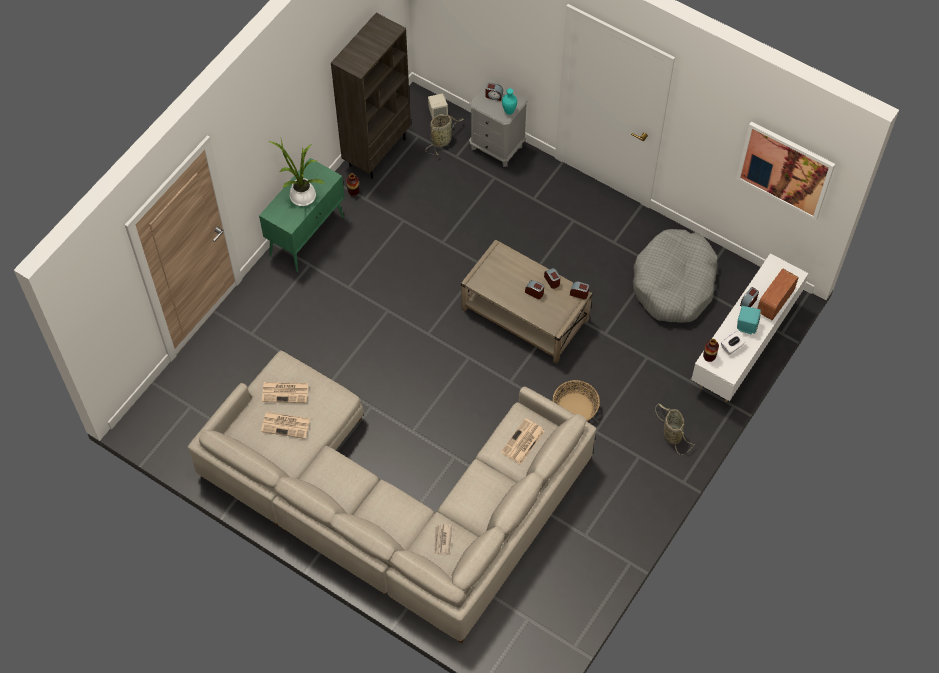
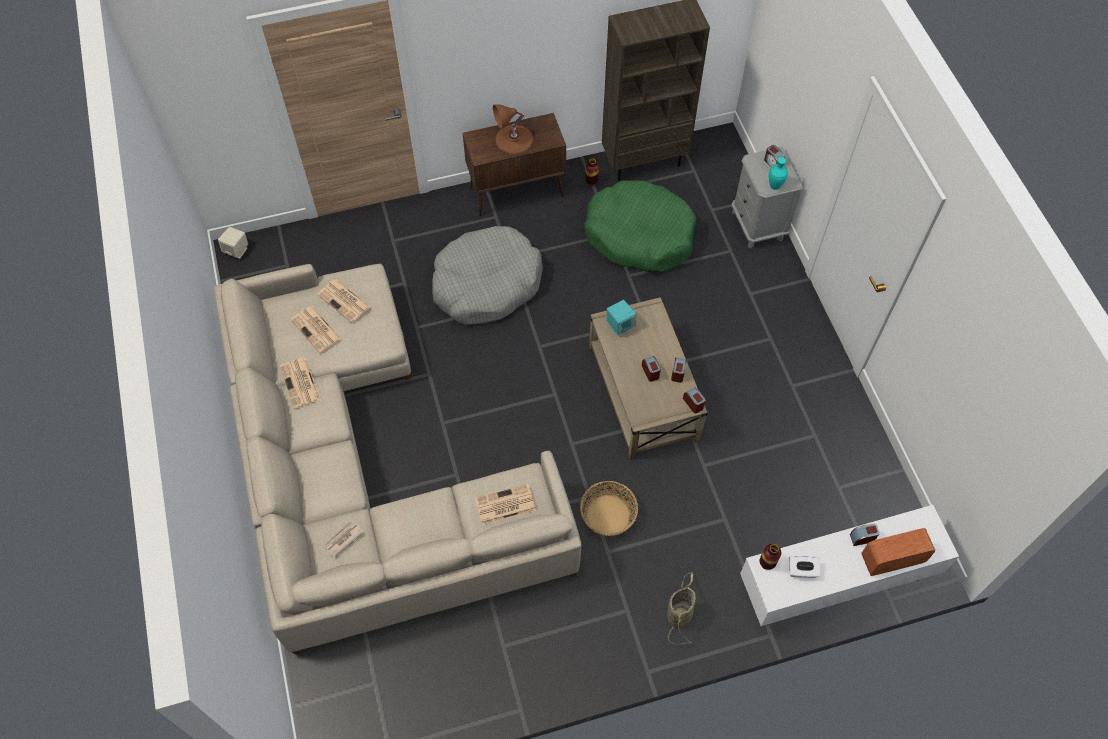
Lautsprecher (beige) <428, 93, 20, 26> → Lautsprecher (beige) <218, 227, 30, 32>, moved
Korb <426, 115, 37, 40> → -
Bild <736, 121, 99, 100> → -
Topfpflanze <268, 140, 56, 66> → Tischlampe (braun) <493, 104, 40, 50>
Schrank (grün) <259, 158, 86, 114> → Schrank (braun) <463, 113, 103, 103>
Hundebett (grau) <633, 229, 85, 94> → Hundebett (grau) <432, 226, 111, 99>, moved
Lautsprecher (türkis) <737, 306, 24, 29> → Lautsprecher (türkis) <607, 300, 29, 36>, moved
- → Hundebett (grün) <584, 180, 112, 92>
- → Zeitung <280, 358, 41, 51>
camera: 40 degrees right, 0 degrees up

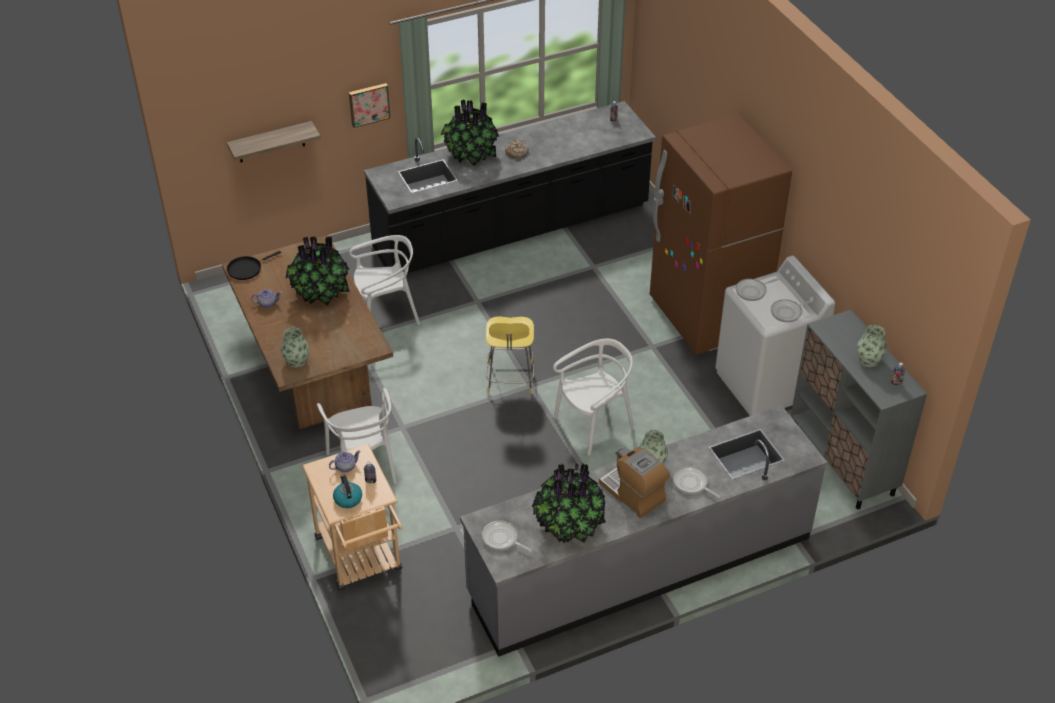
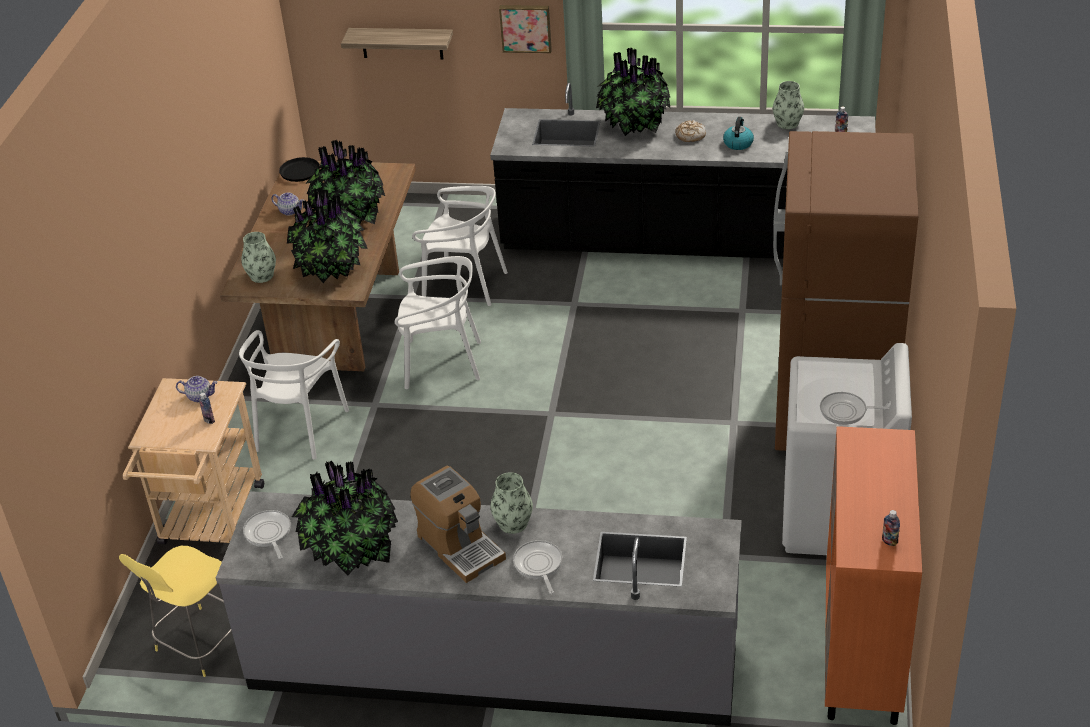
Pfanne <736, 278, 43, 23> → -
Schrank (grau) <791, 310, 136, 199> → Schrank (orange) <825, 426, 97, 299>
Hocker (gelb) <486, 316, 49, 77> → Hocker (gelb) <119, 546, 113, 131>, moved
Vase <857, 325, 30, 42> → Vase <773, 81, 31, 48>, moved
Stuhl (weiß) <553, 339, 81, 116> → Stuhl (weiß) <395, 256, 86, 133>, moved
Kaffeemaschine <599, 447, 71, 71> → Kaffeemaschine <410, 465, 96, 118>, 150 degrees clockwise
Wasserkessel <333, 475, 29, 33> → Wasserkessel <723, 117, 31, 33>, moved
- → Topfpflanze <287, 188, 81, 95>
camera: 35 degrees right, 5 degrees down

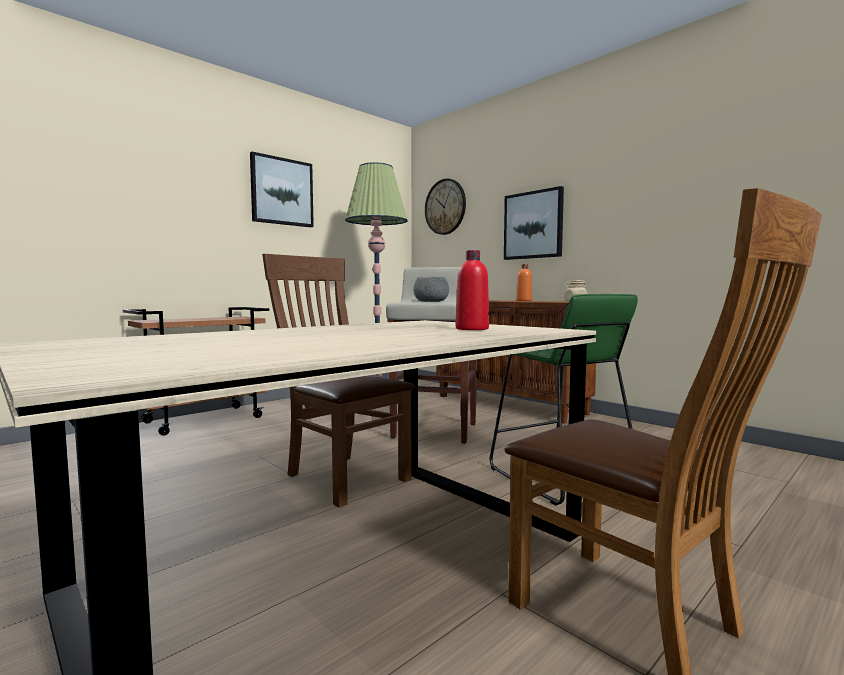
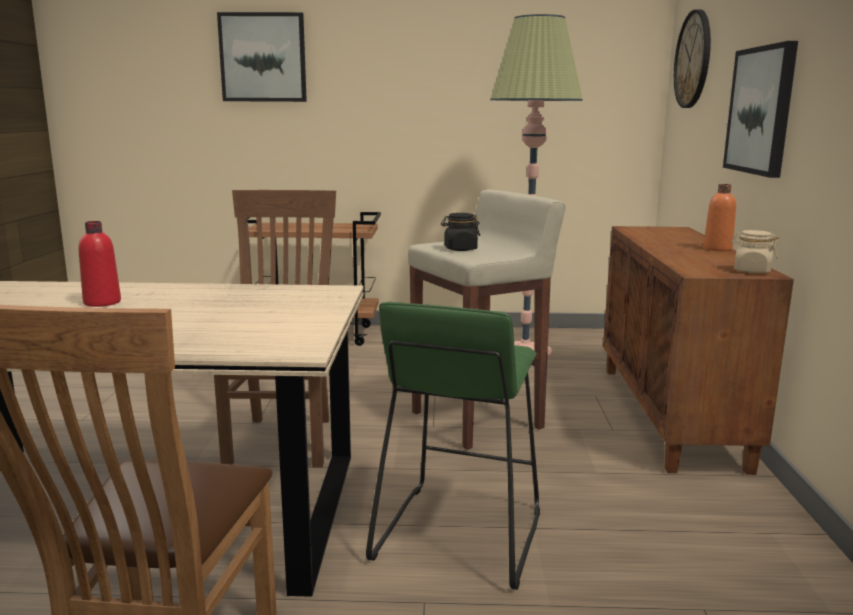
Bild <250, 152, 64, 75> → Bild <217, 12, 90, 90>, moved
Flasche (rot) <456, 250, 33, 80> → Flasche (rot) <78, 221, 43, 86>, moved
Schüssel (grau) <413, 276, 36, 26> → Vorratsglas (schwarz) <441, 213, 39, 38>
camera: 45 degrees right, 10 degrees up

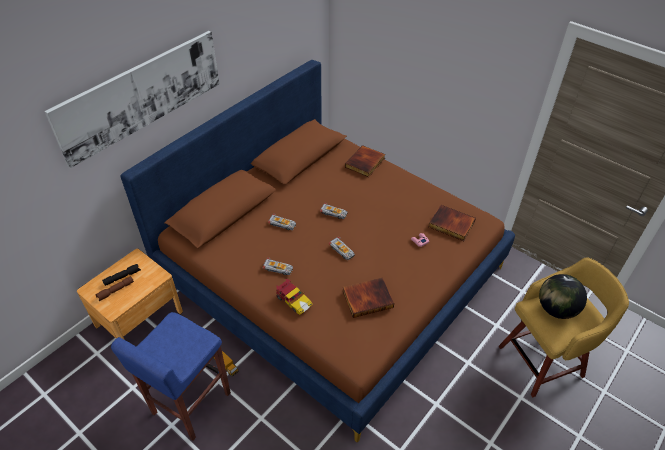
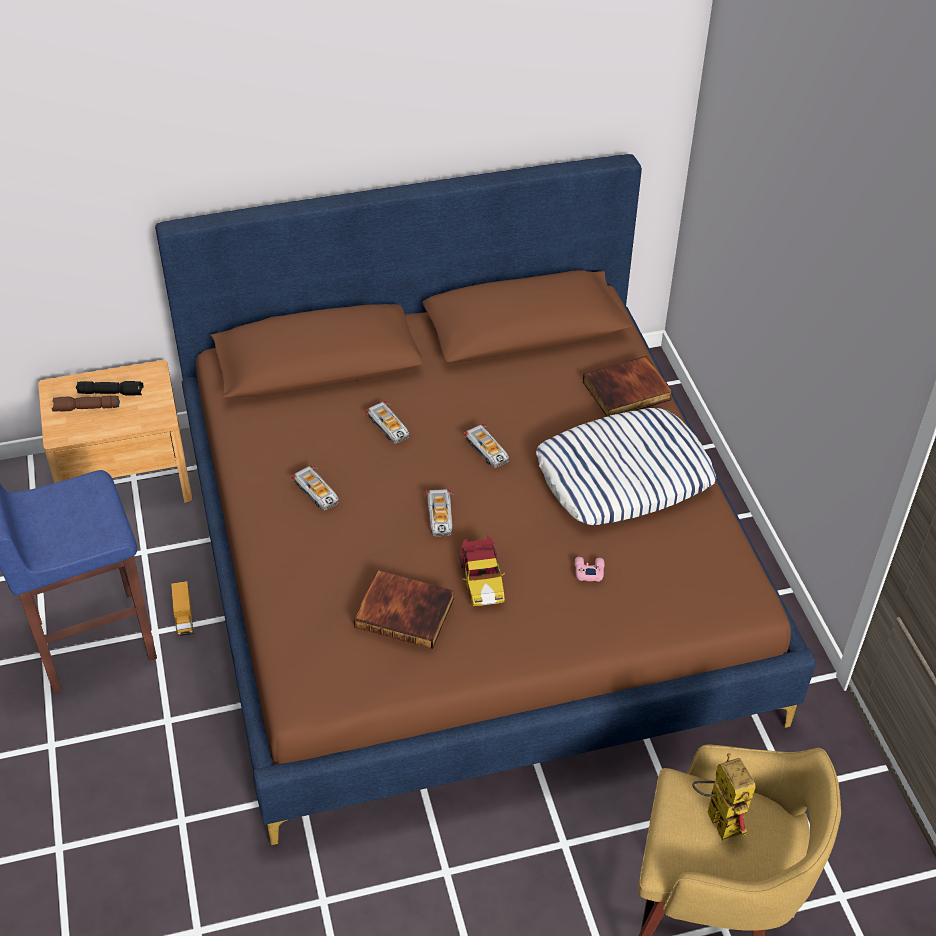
Bild <45, 31, 175, 137> → -
Buch <429, 205, 47, 36> → -
Globus <539, 274, 48, 45> → Spielzeugroboter <692, 753, 63, 88>
Spielzeugauto <276, 279, 37, 36> → Spielzeugauto <460, 536, 45, 70>, moved
- → Kissen <536, 408, 180, 117>
camera: 35 degrees right, 0 degrees up

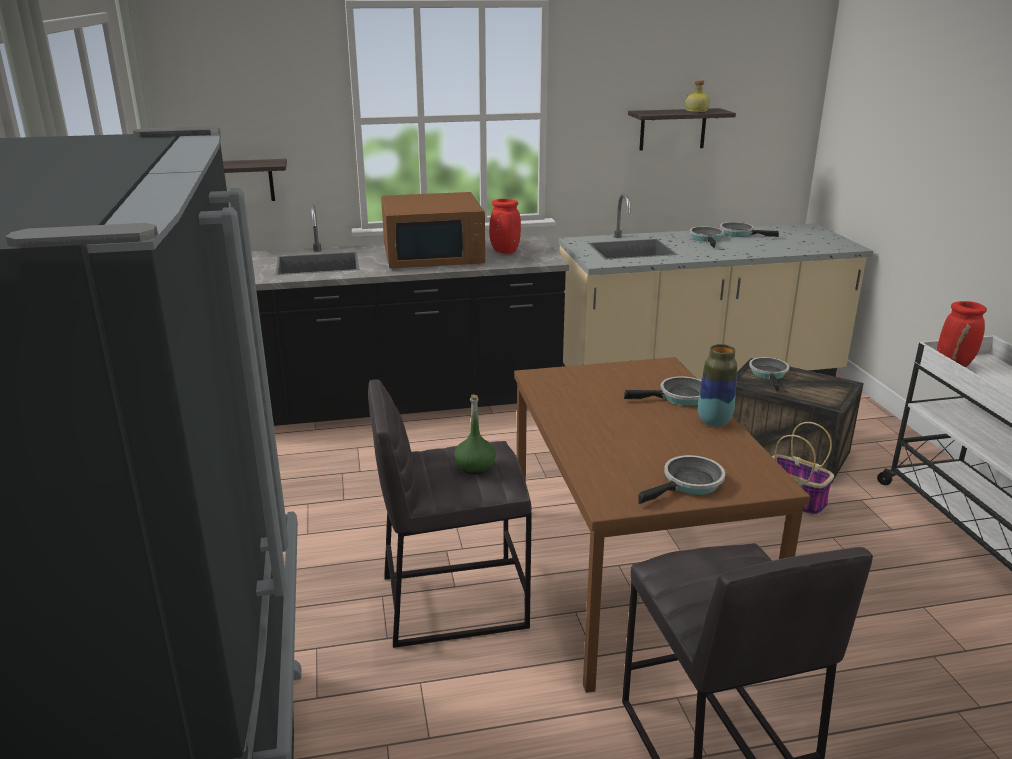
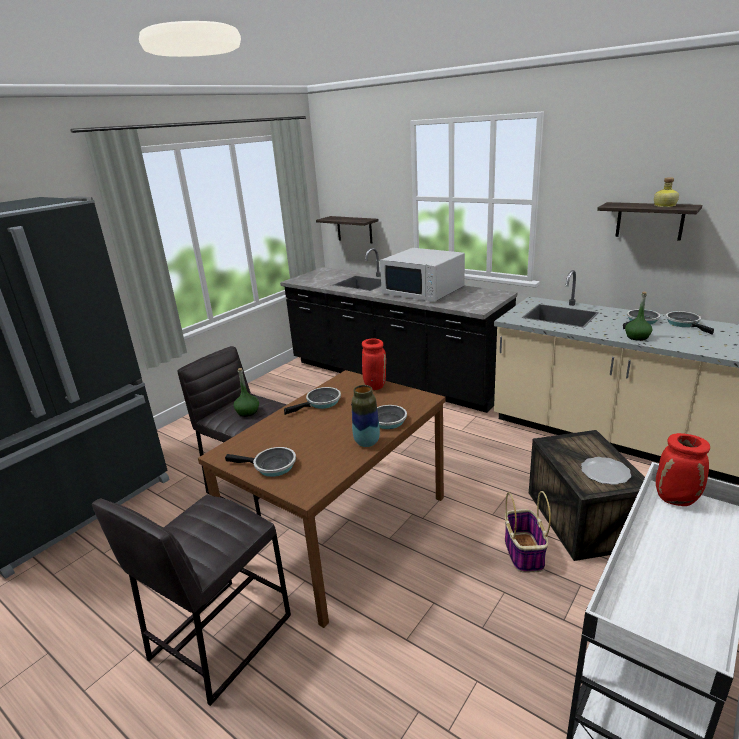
Mikrowelle (braun) <381, 192, 104, 77> → Mikrowelle (weiß) <380, 248, 85, 54>
Vase (rot) <489, 199, 32, 55> → Vase (rot) <362, 338, 24, 52>, moved
Pfanne <749, 357, 40, 35> → Pfanne <284, 387, 57, 28>, moved
- → Flasche (grün) <625, 292, 28, 49>
- → Teller <581, 457, 50, 28>
camera: 50 degrees right, 0 degrees up

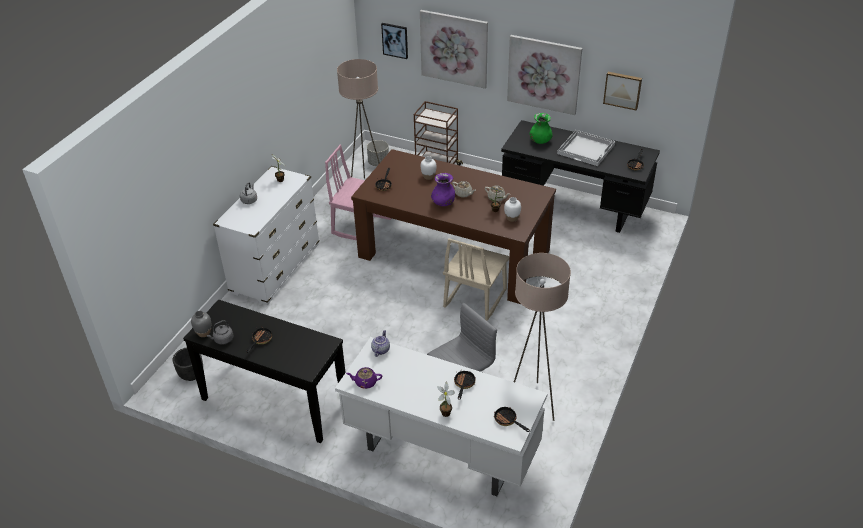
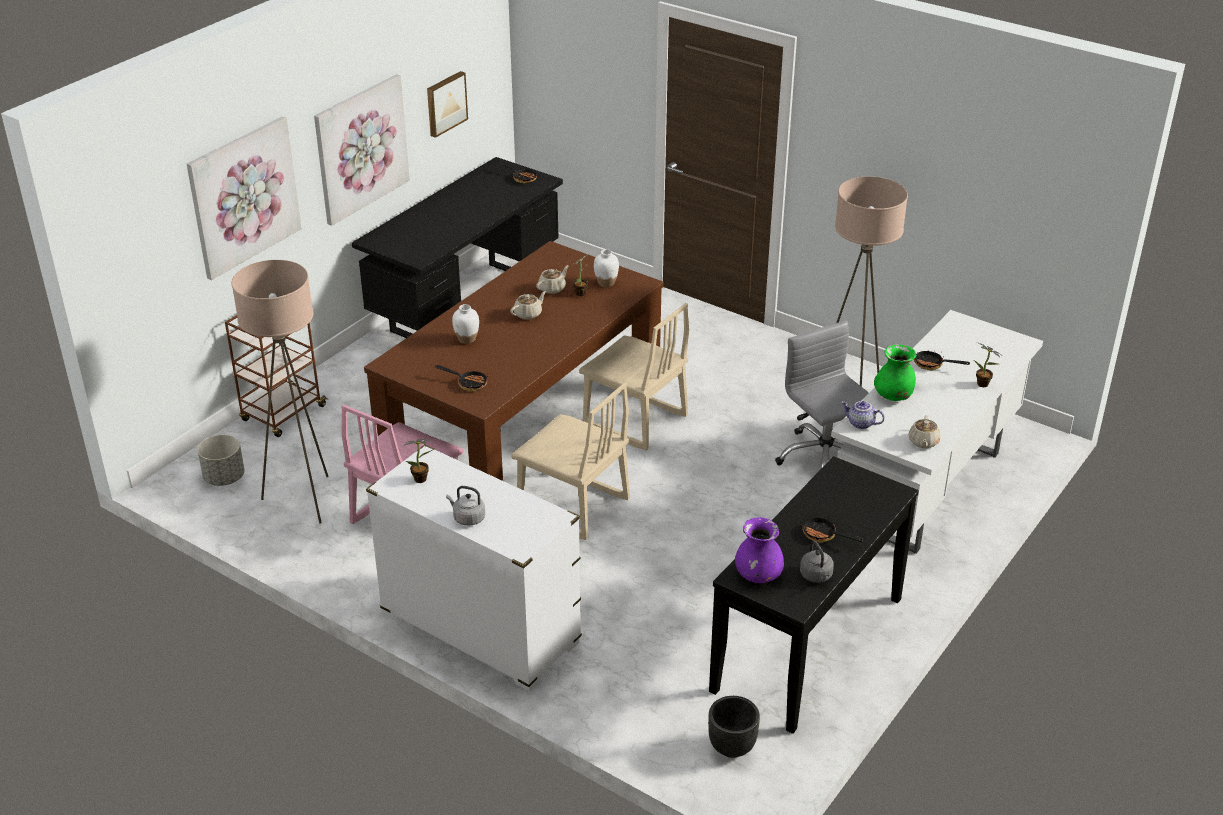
Bild <381, 23, 27, 36> → -
Vase (grün) <530, 113, 22, 31> → Vase (grün) <874, 344, 42, 57>, moved
Tablett (weiß) <557, 130, 58, 36> → -
Vase (lila) <431, 173, 24, 33> → Vase (lila) <735, 517, 49, 66>, moved
Vase (grau) <191, 311, 20, 26> → -
Teekanne (lila) <346, 367, 36, 22> → Teekanne (beige) <908, 415, 33, 33>
Pfanne <494, 407, 36, 25> → -
- → Stuhl (beige) <511, 382, 119, 158>
camera: 80 degrees left, 5 degrees down

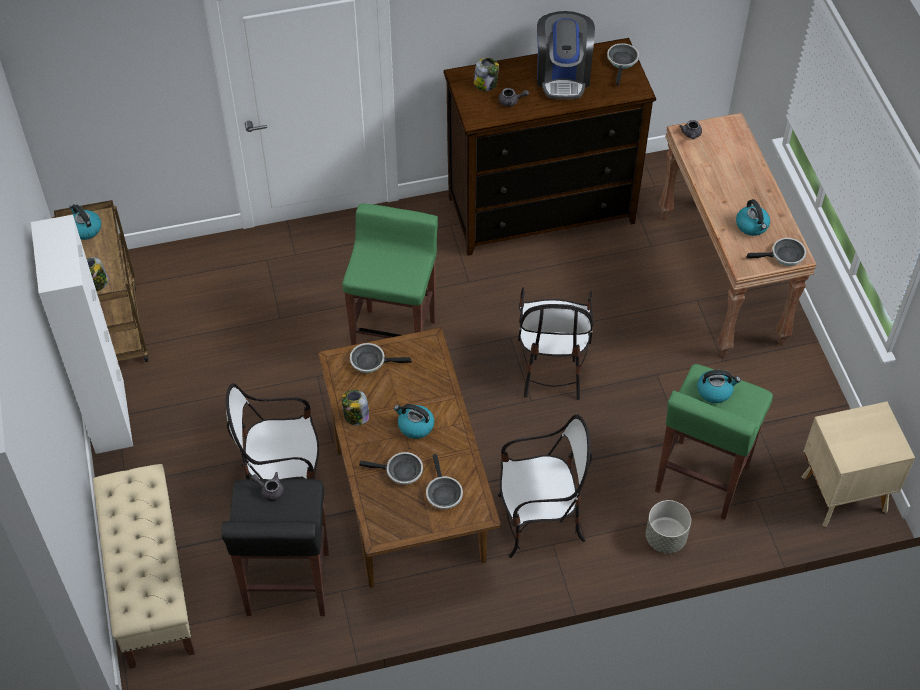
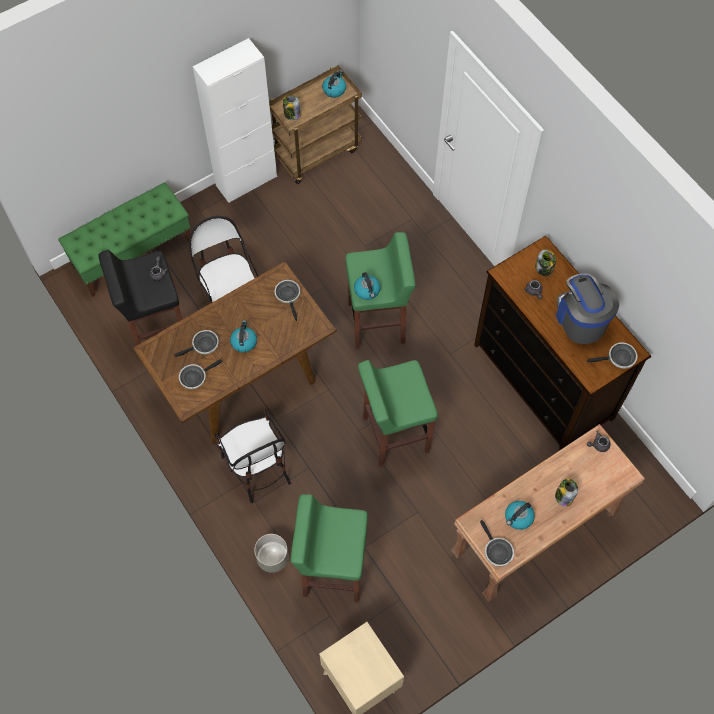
Kaffeemaschine <537, 11, 58, 88> → Kaffeemaschine <556, 273, 63, 71>, 90 degrees clockwise
Stuhl <518, 287, 76, 113> → Hocker (grün) <358, 360, 80, 107>
Wasserkessel <697, 370, 44, 33> → Wasserkessel <354, 272, 26, 28>, moved
Vorratsglas <342, 390, 28, 35> → Vorratsglas <555, 479, 23, 28>, moved
Pfanne <359, 452, 64, 32> → Pfanne <174, 330, 45, 27>, 105 degrees counterclockwise
Bank (beige) <93, 464, 102, 205> → Bank (grün) <58, 182, 133, 115>
camera: 70 degrees right, 10 degrees up

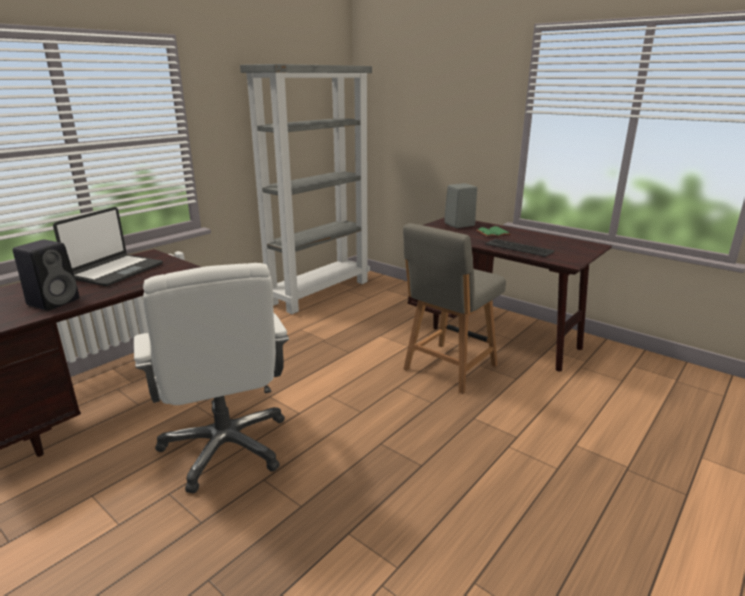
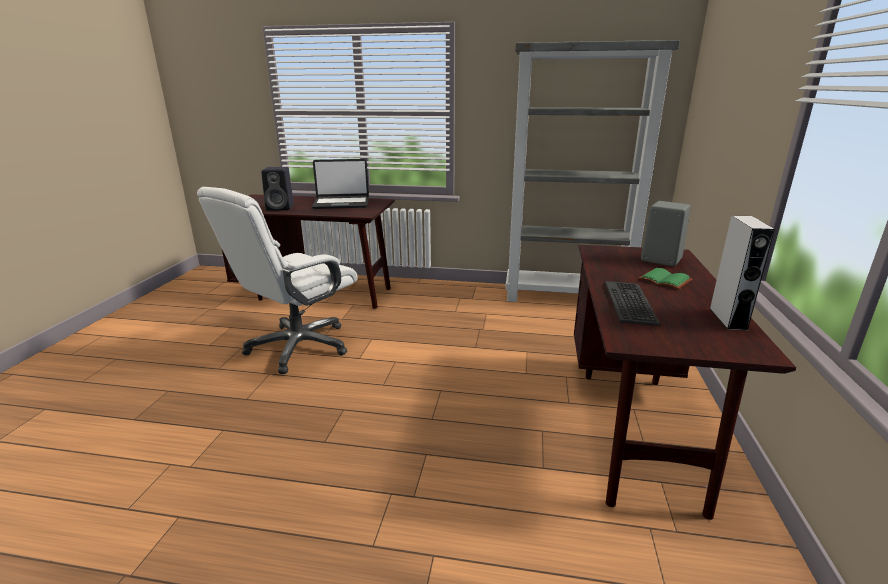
Stuhl (grau) <403, 223, 103, 171> → -
- → Lautsprecher (grau) <709, 215, 66, 116>
camera: 60 degrees right, 0 degrees up

